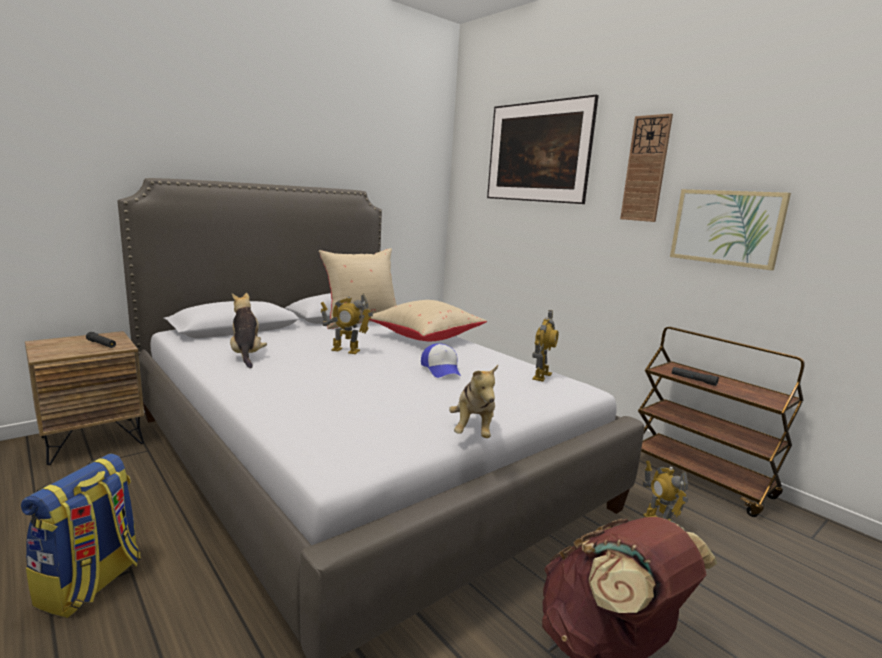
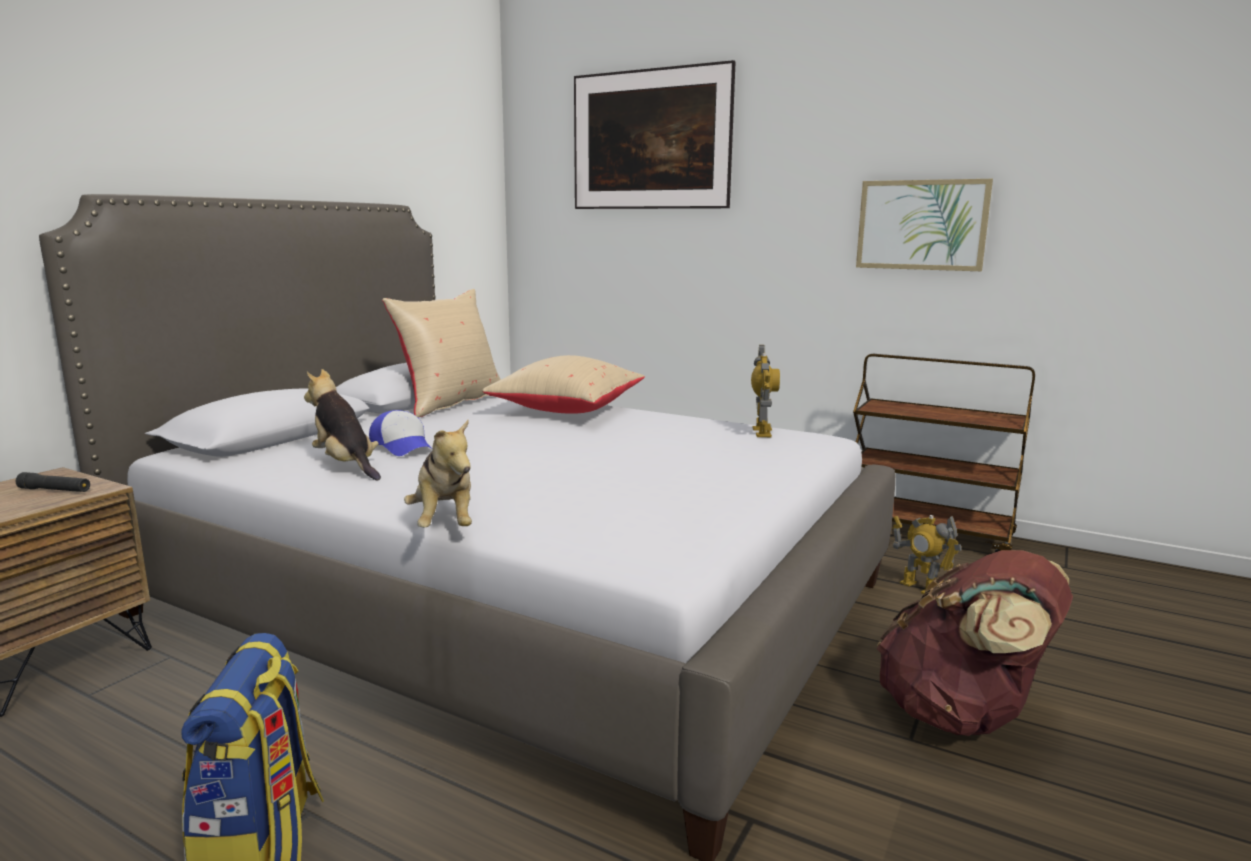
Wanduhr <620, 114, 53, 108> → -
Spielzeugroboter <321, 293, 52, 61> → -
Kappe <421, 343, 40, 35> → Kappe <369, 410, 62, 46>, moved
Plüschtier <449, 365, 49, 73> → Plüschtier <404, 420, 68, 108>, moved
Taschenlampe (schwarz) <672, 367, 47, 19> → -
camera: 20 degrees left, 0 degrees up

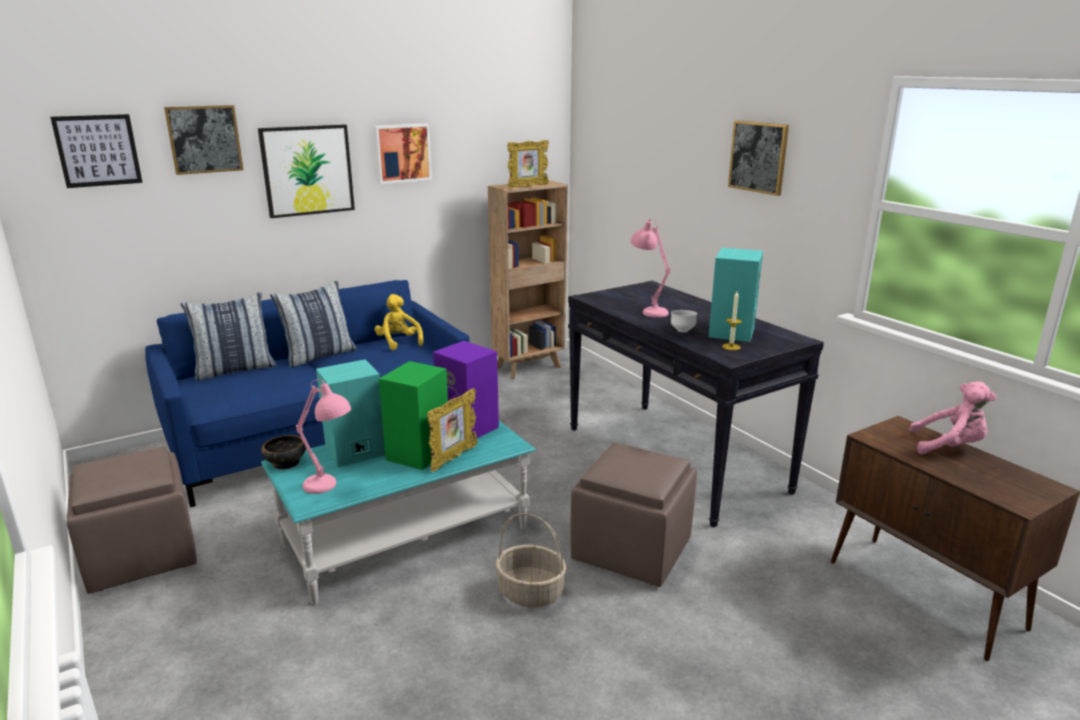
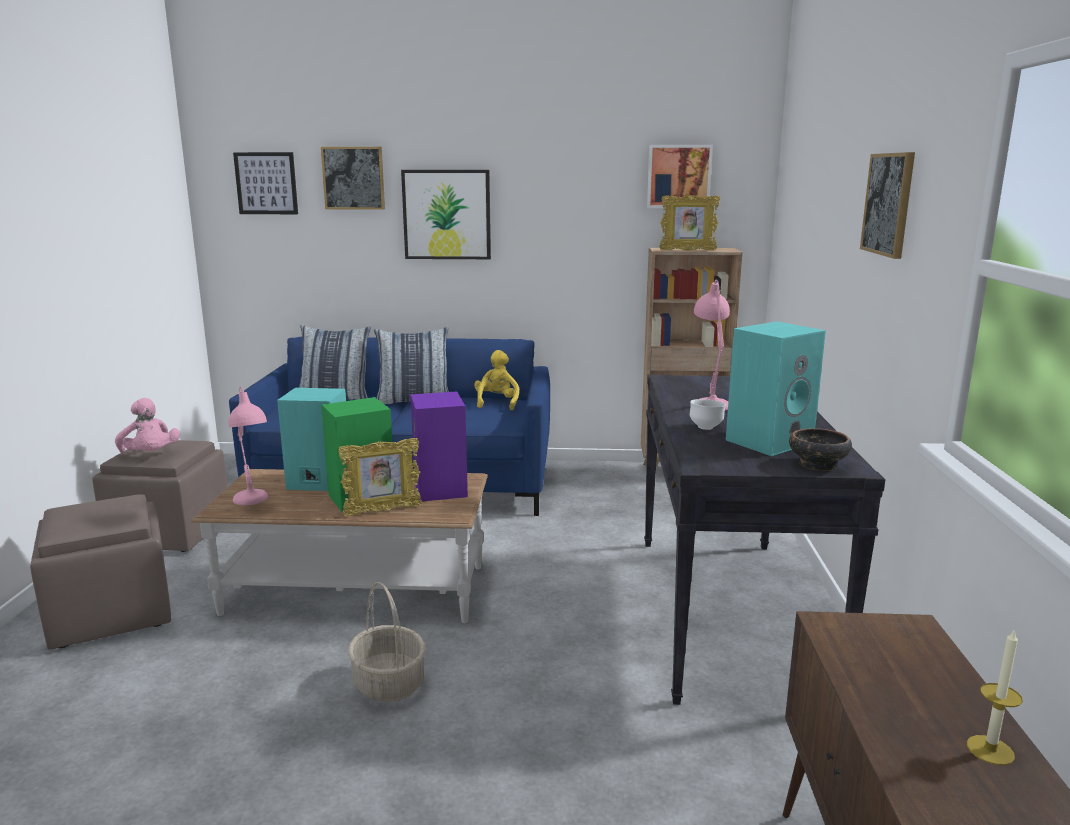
Bild <374, 124, 58, 60> → Bild <647, 145, 66, 63>, moved
Kerze <722, 292, 20, 58> → Kerze <967, 628, 56, 137>, moved
Plüschtier (rosa) <909, 382, 87, 73> → Plüschtier (rosa) <115, 398, 65, 55>, moved
Couchtisch (türkis) <261, 421, 275, 184> → Couchtisch (braun) <191, 469, 297, 154>
Schüssel <261, 435, 45, 35> → Schüssel <789, 428, 63, 43>, moved
Polsterhocker (braun) <570, 443, 127, 144> → Polsterhocker (braun) <30, 494, 141, 156>, moved
camera: 35 degrees right, 5 degrees down

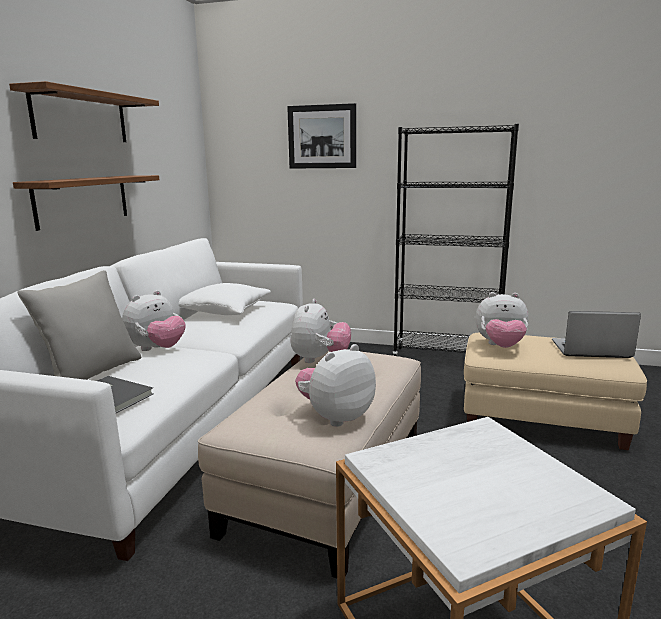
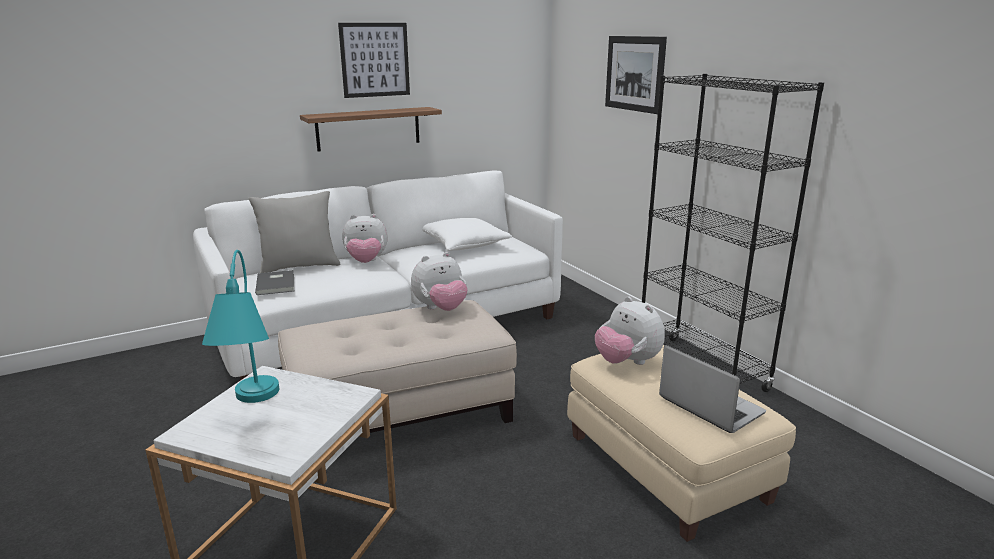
Wandregal <9, 81, 150, 61> → Bild <338, 23, 72, 75>
Plüschtier <295, 344, 81, 83> → -
- → Tischlampe (türkis) <202, 250, 77, 153>
camera: 45 degrees right, 5 degrees up

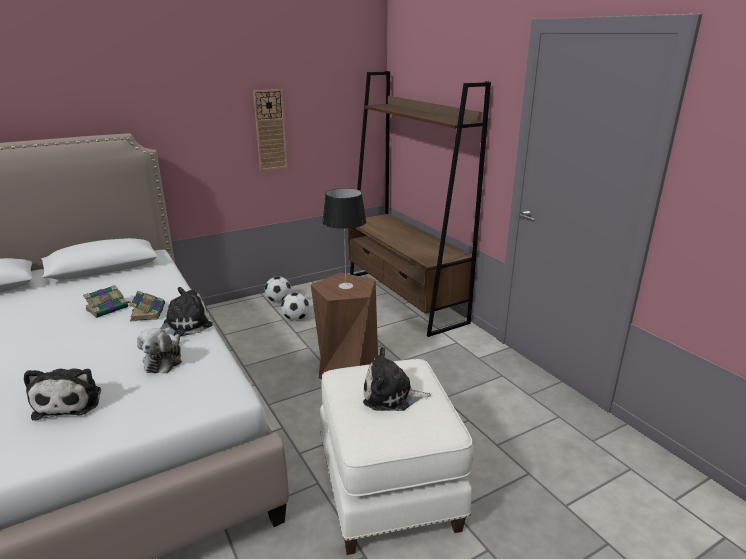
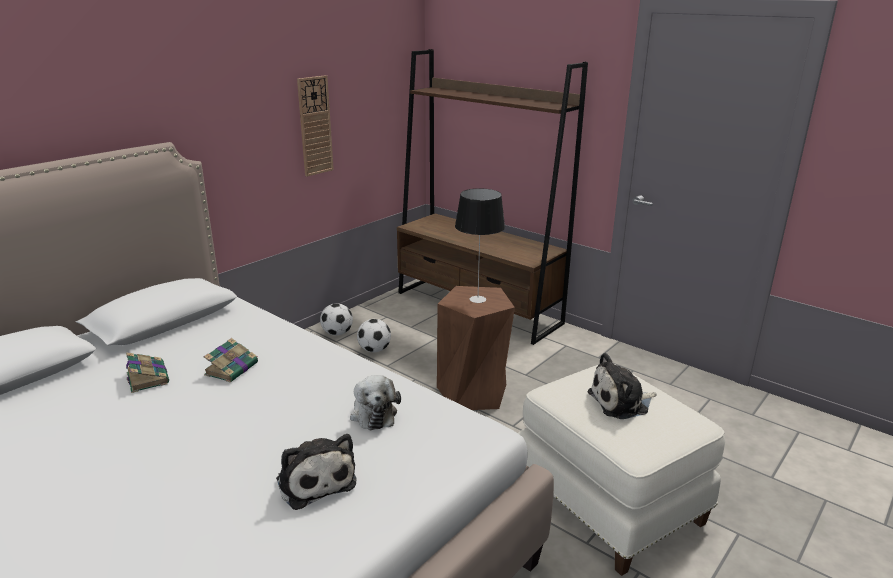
Plüschtier <160, 287, 53, 50> → -
Buch <130, 291, 35, 31> → Buch <126, 352, 43, 41>, moved
camera: 20 degrees left, 0 degrees up

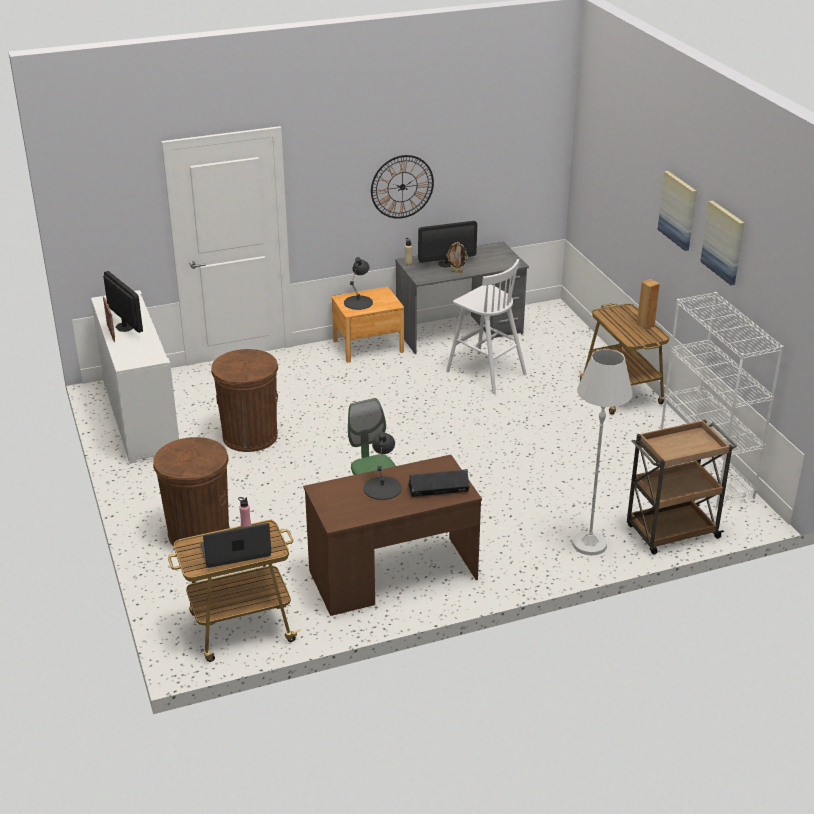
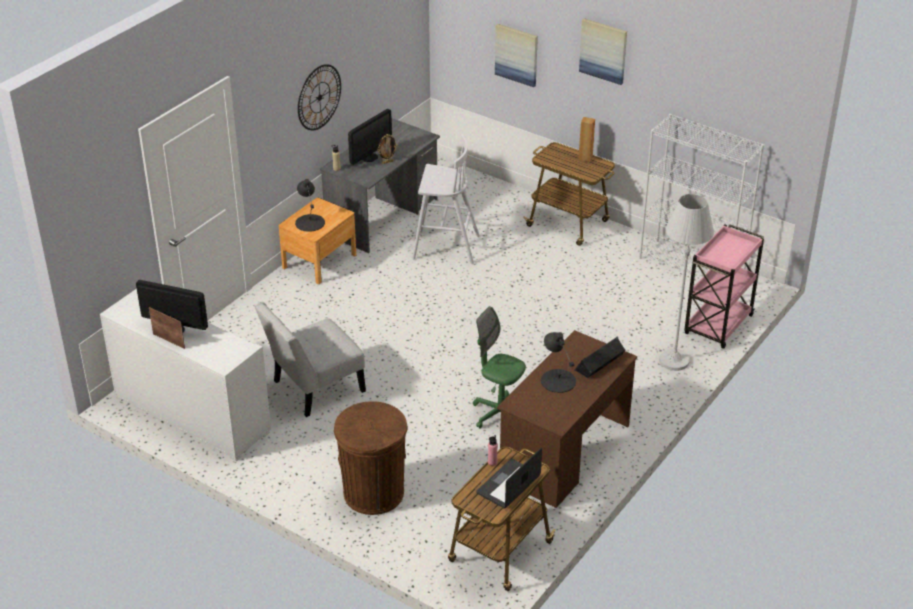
Bild <700, 201, 44, 84> → Bild <495, 24, 43, 63>, moved
Mülleimer (braun) <211, 349, 67, 103> → Stuhl (weiß) <255, 302, 111, 115>
Rollwagen (braun) <627, 420, 110, 135> → Rollwagen (rosa) <684, 224, 80, 125>
camera: 35 degrees left, 5 degrees up

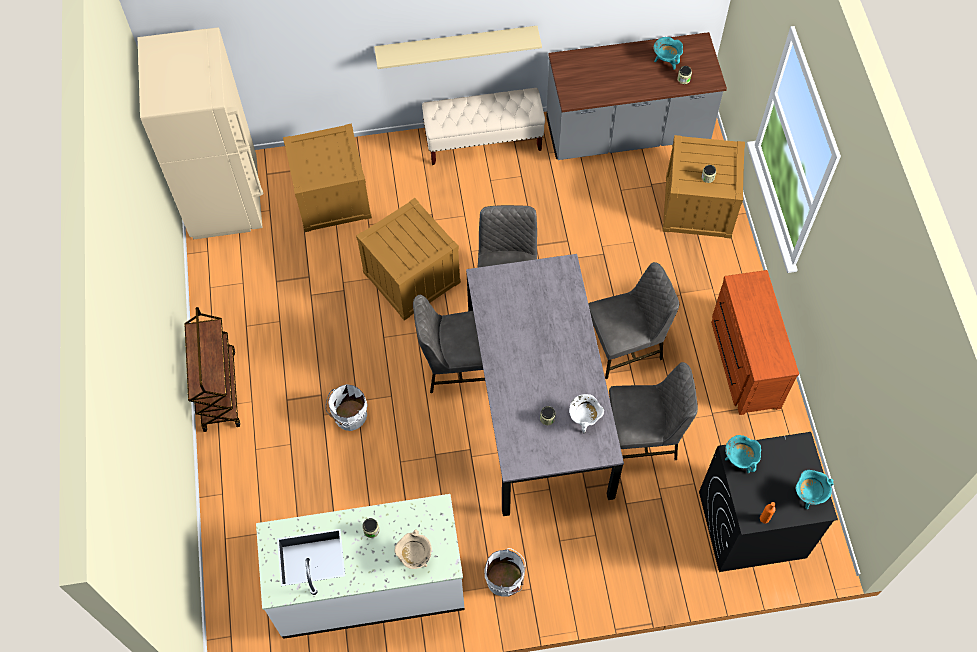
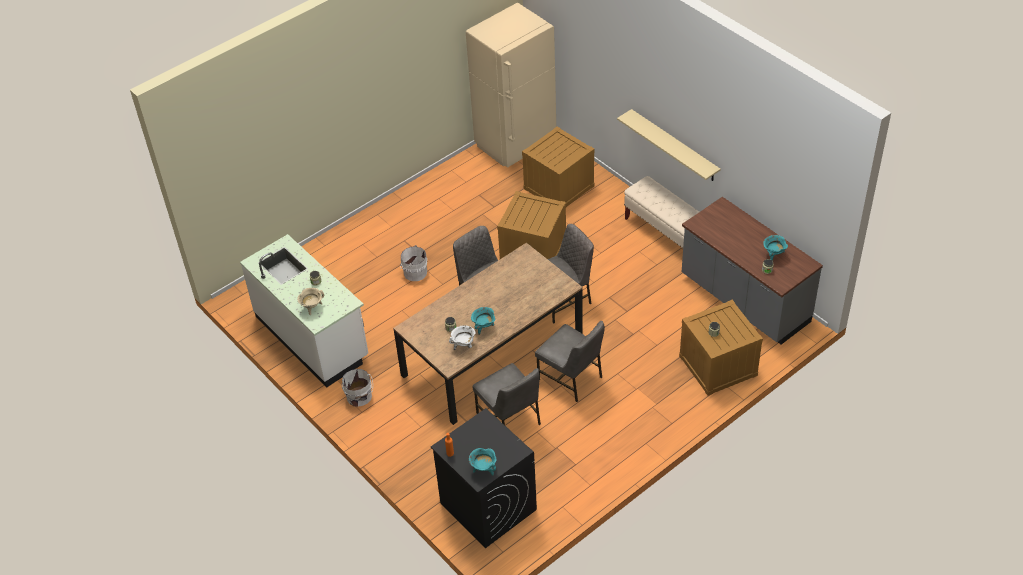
Esstisch (grau) <466, 254, 158, 262> → Esstisch (braun) <393, 243, 190, 182>
Kommode (braun) <711, 270, 88, 145> → -
Rollwagen (braun) <185, 307, 55, 125> → -
Kochtopf (türkis) <725, 435, 36, 39> → Kochtopf (türkis) <471, 307, 25, 28>, moved
camera: 60 degrees right, 15 degrees down

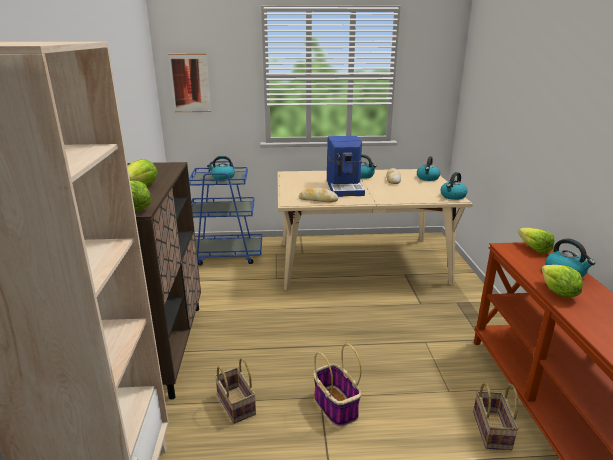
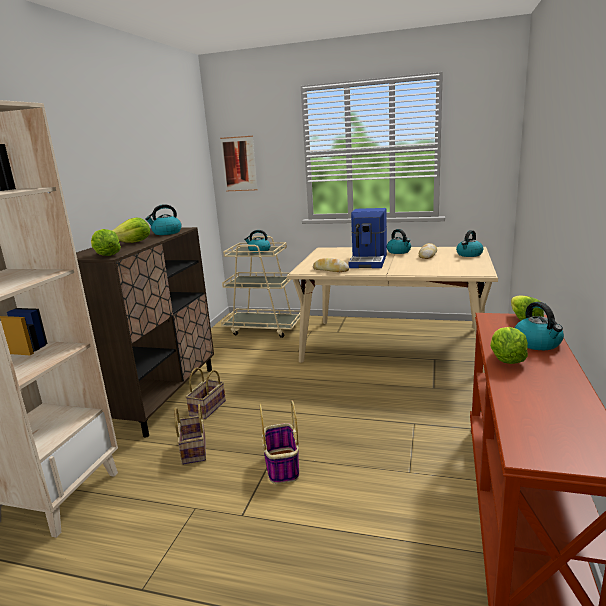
Rollwagen (blau) <189, 161, 73, 105> → Rollwagen (beige) <221, 236, 79, 102>
Wasserkessel <440, 172, 28, 28> → Wasserkessel <145, 204, 37, 31>, moved
Korb <473, 383, 46, 67> → Korb <185, 368, 41, 51>, moved
camera: 20 degrees right, 5 degrees down

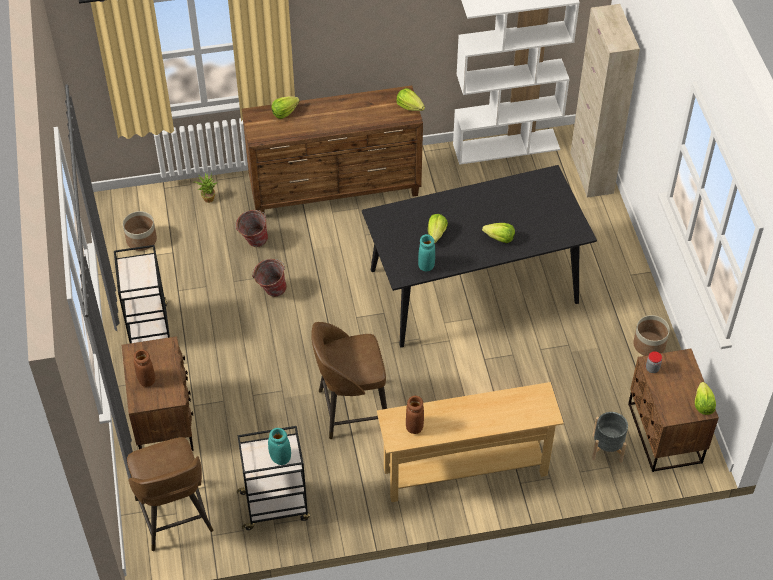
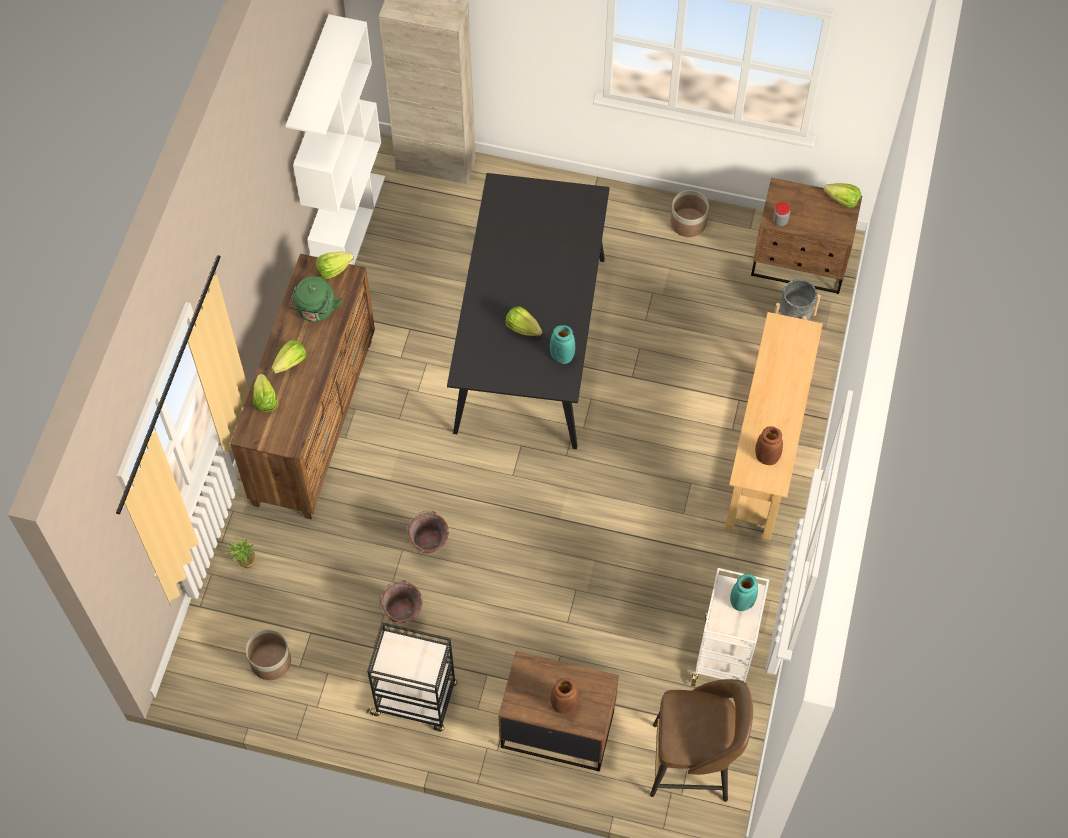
Eimer <235, 210, 33, 37> → Eimer <379, 580, 44, 43>, moved
Salatkopf <482, 223, 33, 20> → Salatkopf <271, 339, 36, 35>, moved
Hocker (braun) <311, 322, 76, 117> → -
Rollwagen (schwarz) <237, 426, 73, 104> → Rollwagen (weiß) <691, 568, 78, 118>
- → Wasserkessel (grün) <289, 277, 53, 45>
camera: 65 degrees left, 10 degrees up

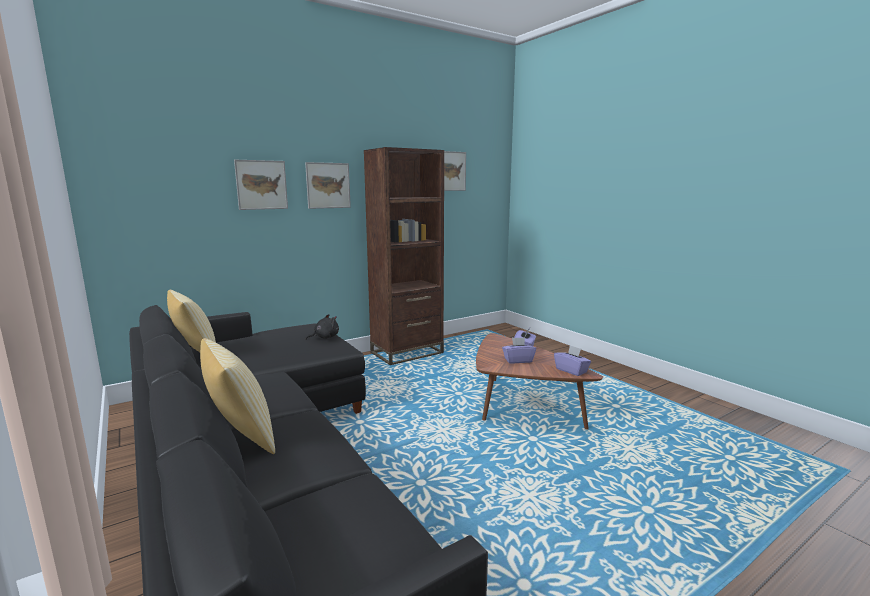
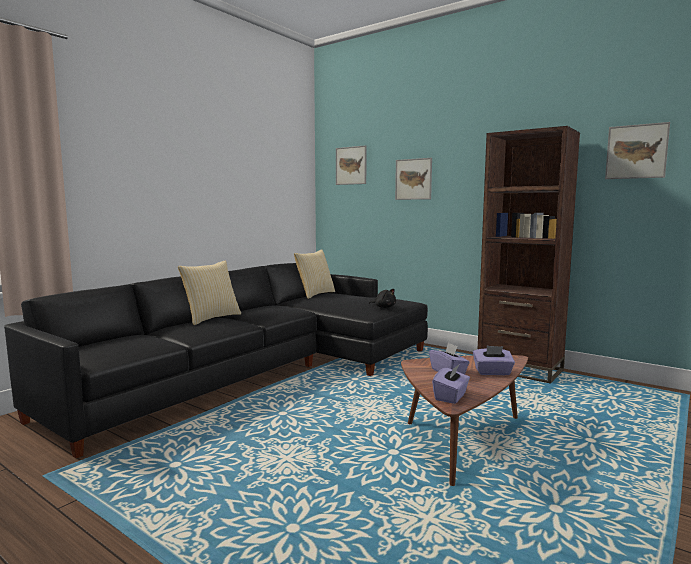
Bild <305, 162, 46, 47> → Bild <336, 145, 31, 40>, moved
camera: 70 degrees right, 5 degrees down

